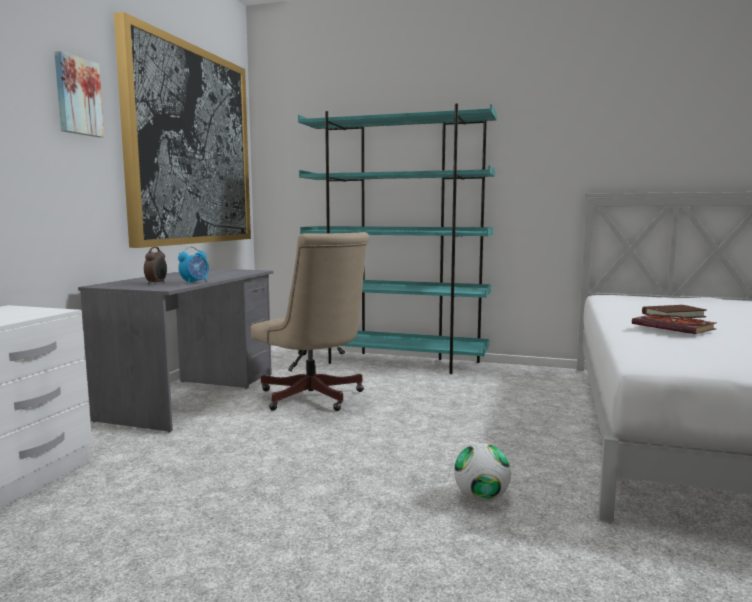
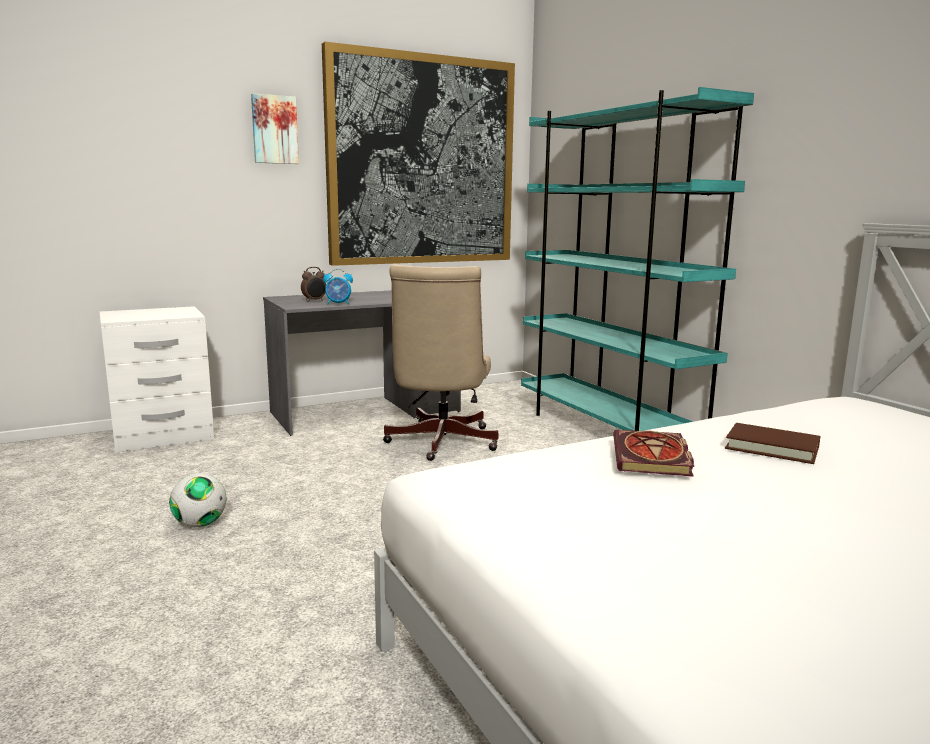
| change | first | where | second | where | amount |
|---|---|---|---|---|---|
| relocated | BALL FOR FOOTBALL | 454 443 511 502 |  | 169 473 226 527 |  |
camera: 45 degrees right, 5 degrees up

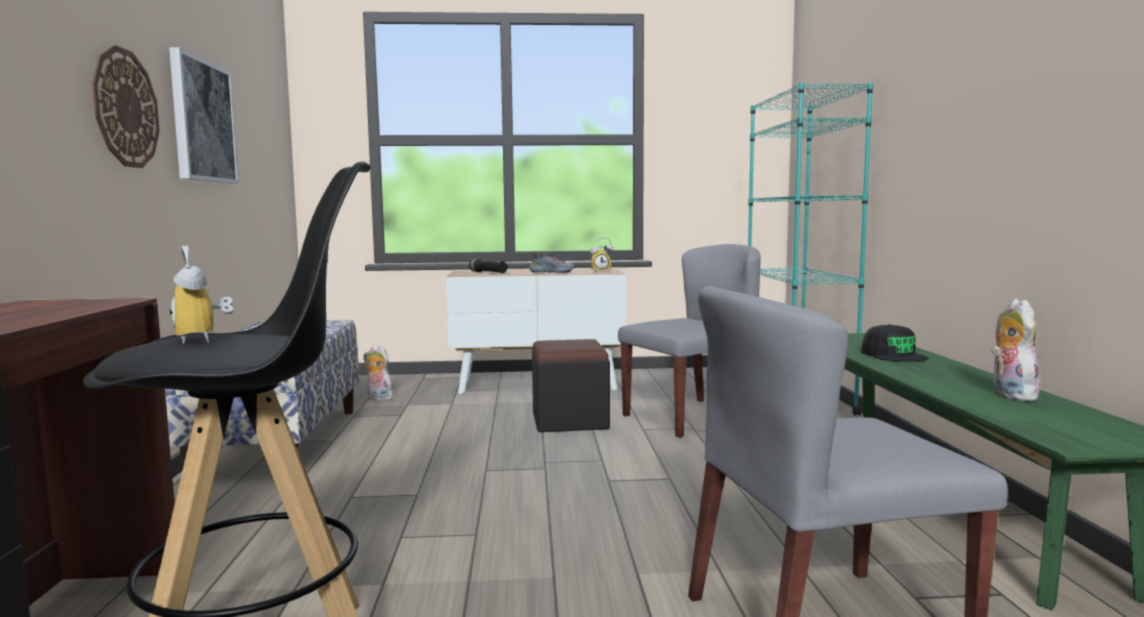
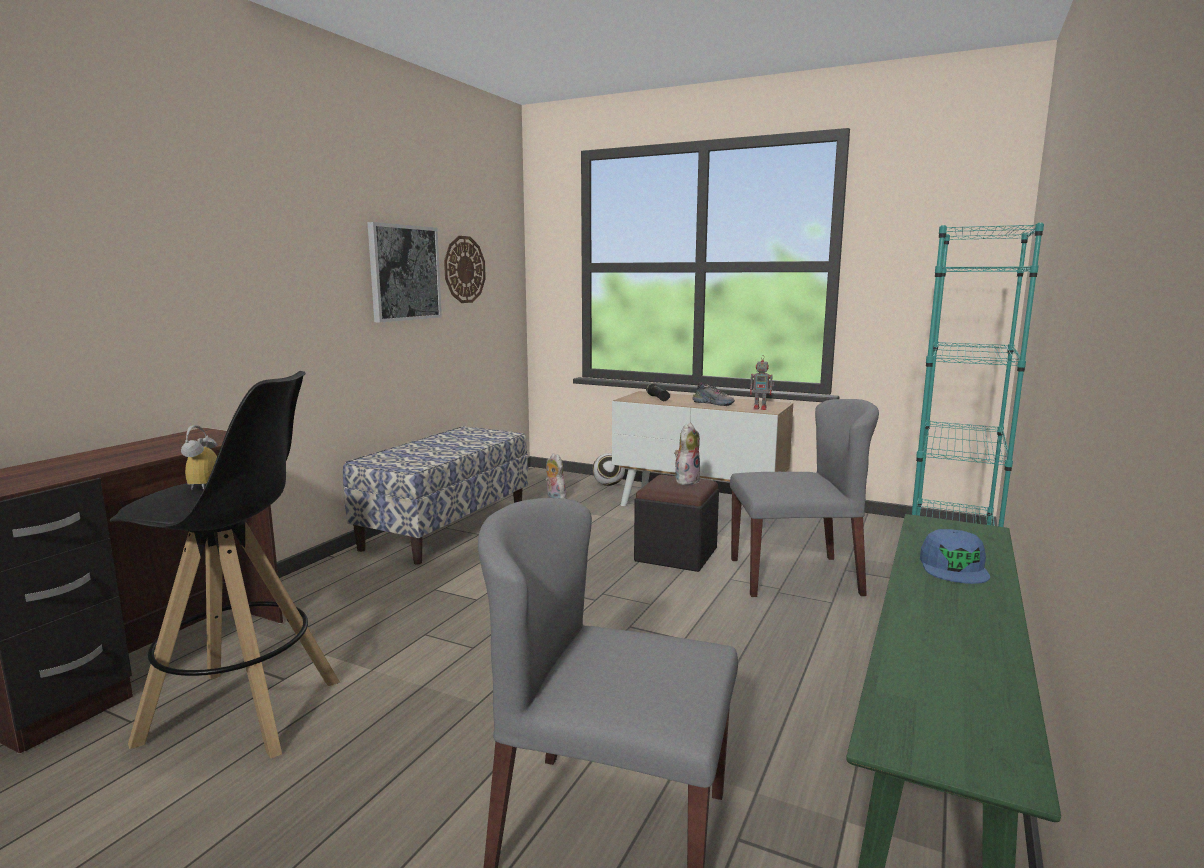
| change | first | where | second | where | amount |
|---|---|---|---|---|---|
| relocated | CLOCK ON THE WALL | 92 45 160 168 |  | 444 236 486 303 |  |
| appeared |  |  | BALL FOR FOOTBALL | 593 453 625 486 |  |
| relocated | SOFT TOY | 991 299 1042 401 |  | 674 423 700 485 |  |
| exchanged | BEDSIDE CLOCK | 590 237 613 272 | TOY ROBOT | 750 355 774 410 |  |
| colour | BLACK-COLOURED BASEBALL CAP | 861 324 929 362 | BLUE BASEBALL CAP | 920 529 990 584 |  |
camera: 30 degrees right, 5 degrees up

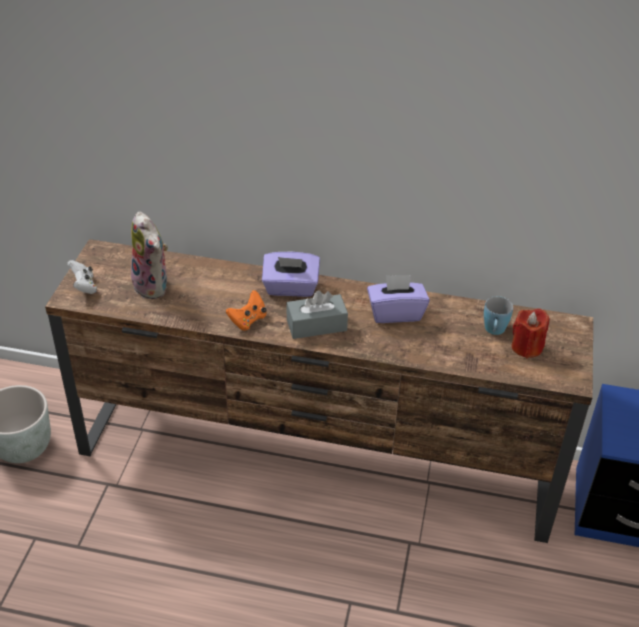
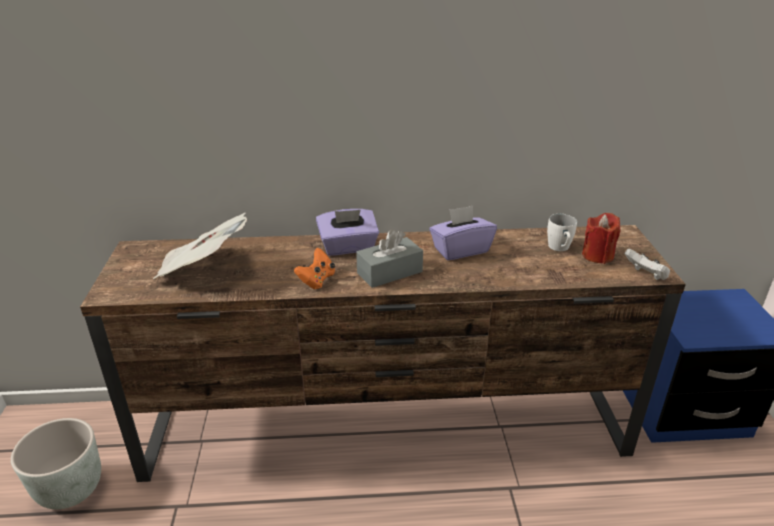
| change | first | where | second | where | amount |
|---|---|---|---|---|---|
| exchanged | SOFT TOY | 131 211 168 299 | DAILY PAPER | 153 213 247 279 |  |
| colour | BLUE TEA MUG | 484 296 513 335 | WHITISH TEA MUG | 547 214 577 251 |  |
| relocated | WHITISH GAME CONTROLLER | 67 260 97 294 |  | 625 249 670 280 |  |
camera: 15 degrees left, 10 degrees down

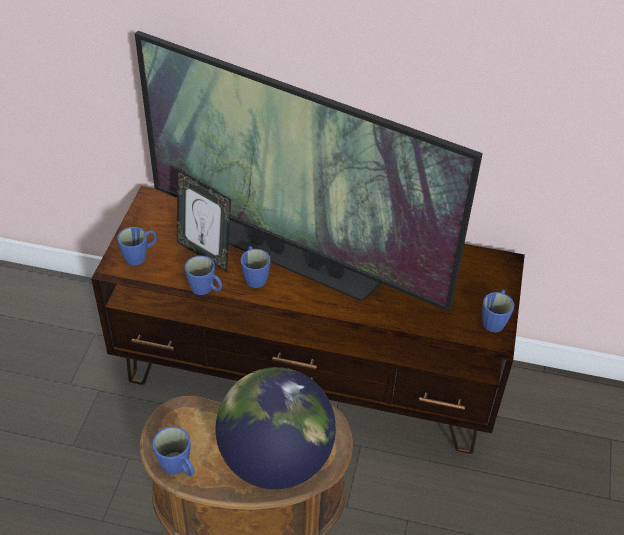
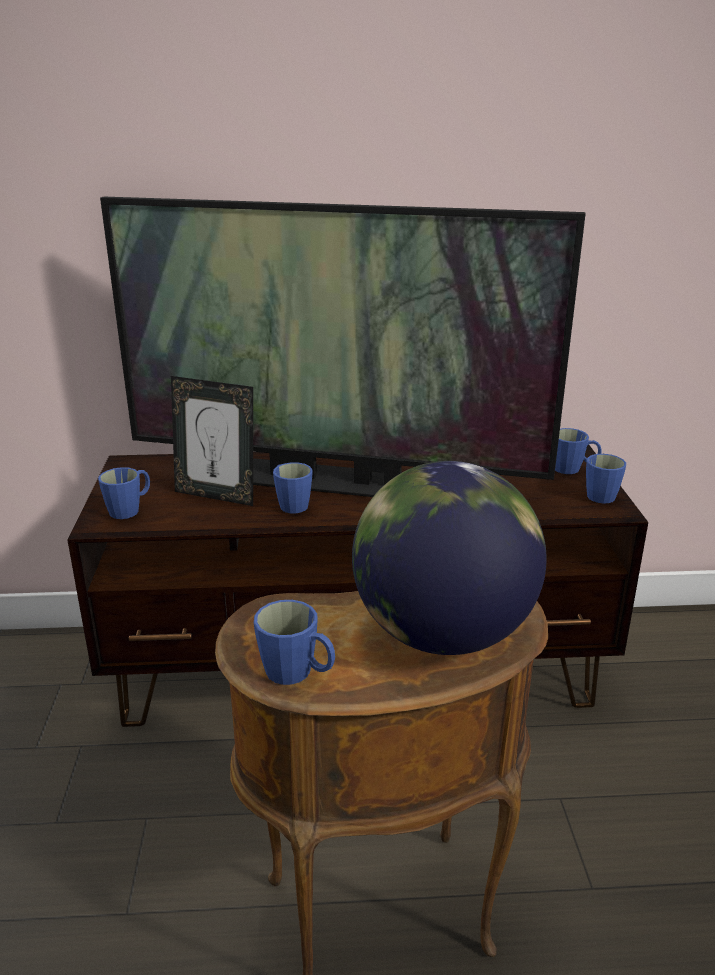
| change | first | where | second | where | amount |
|---|---|---|---|---|---|
| relocated | BLUE TEA MUG | 184 256 222 295 |  | 555 428 602 474 |  |
camera: 15 degrees left, 20 degrees down

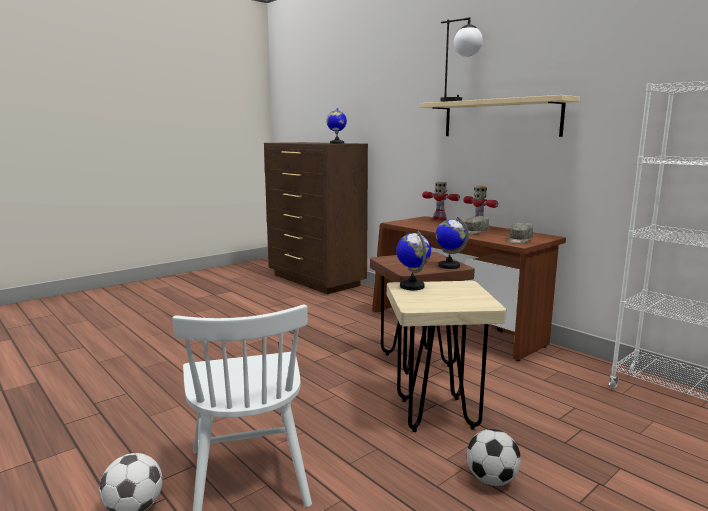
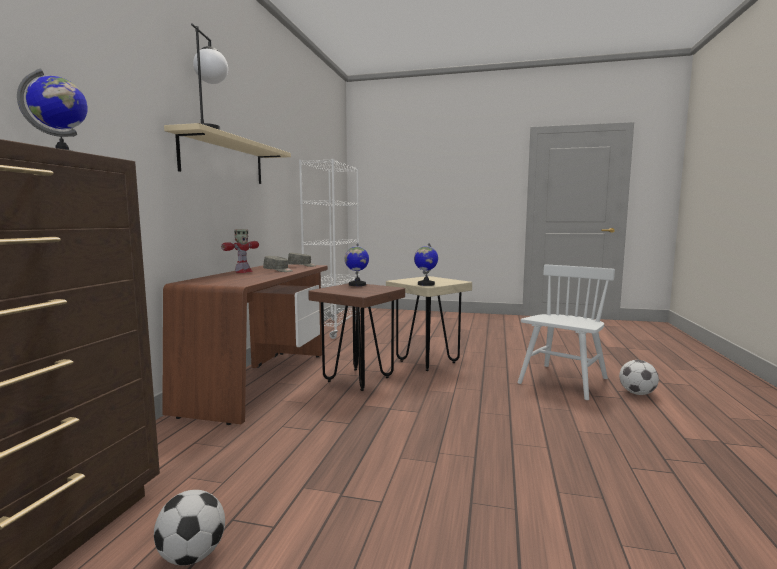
| change | first | where | second | where | amount |
|---|---|---|---|---|---|
| relocated | BALL FOR FOOTBALL | 467 429 521 486 |  | 154 490 225 566 |  |
| missing | TOY ROBOT | 422 181 460 221 |  |  |  |
camera: 125 degrees left, 5 degrees down

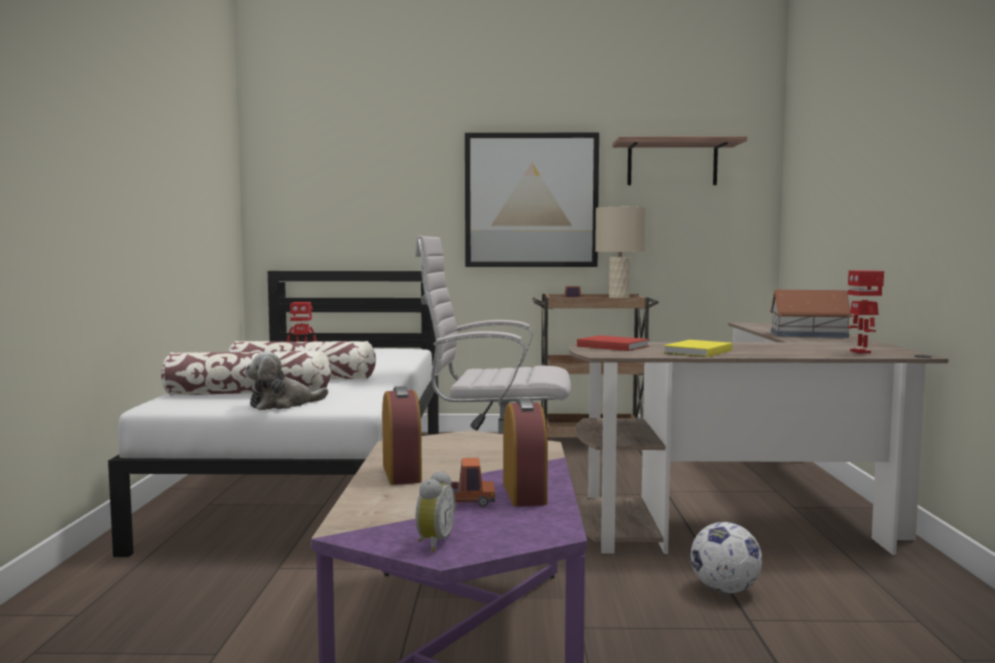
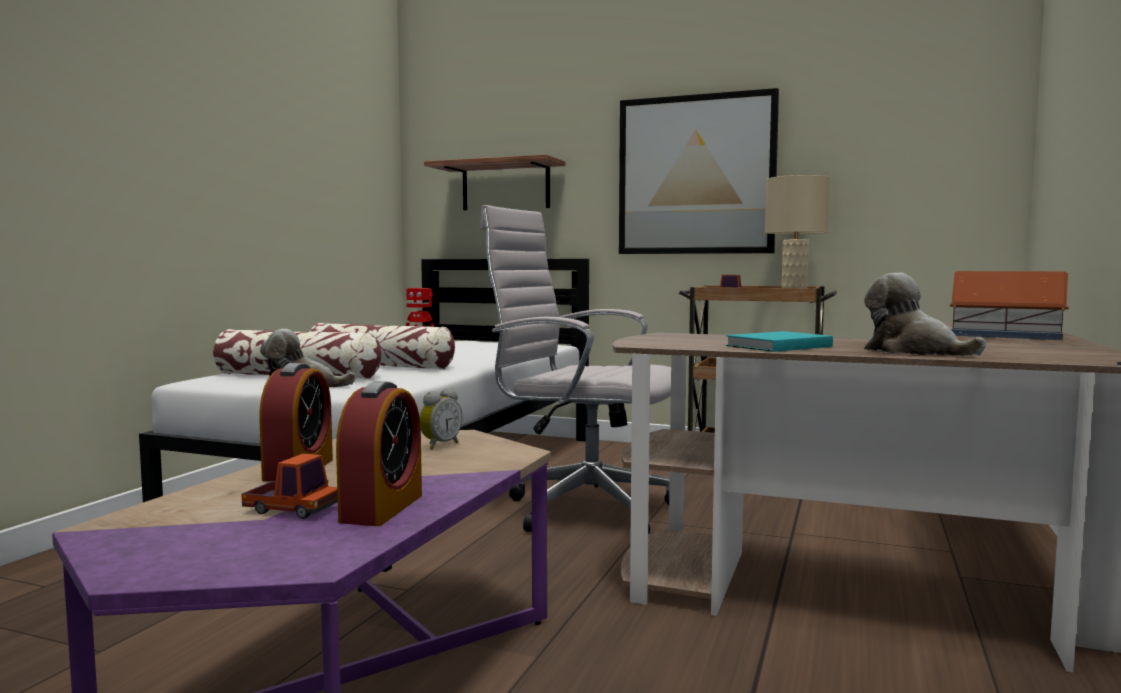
| change | first | where | second | where | amount |
|---|---|---|---|---|---|
| relocated | BEDSIDE CLOCK | 416 471 456 552 |  | 419 388 463 450 |  |
| relocated | WALL SHELF | 613 136 747 185 |  | 424 155 566 210 |  |
| colour | YELLOW BOOK | 663 340 732 357 | BLUE-GREEN BOOK | 726 331 833 352 |  |
| appeared |  |  | SOFT TOY | 864 273 986 356 |  |
| missing | RED BOOK | 577 335 650 351 |  |  |  |
| missing | BALL FOR FOOTBALL | 691 522 762 593 |  |  |  |
| missing | TOY ROBOT | 847 271 884 353 |  |  |  |
camera: 20 degrees right, 0 degrees up

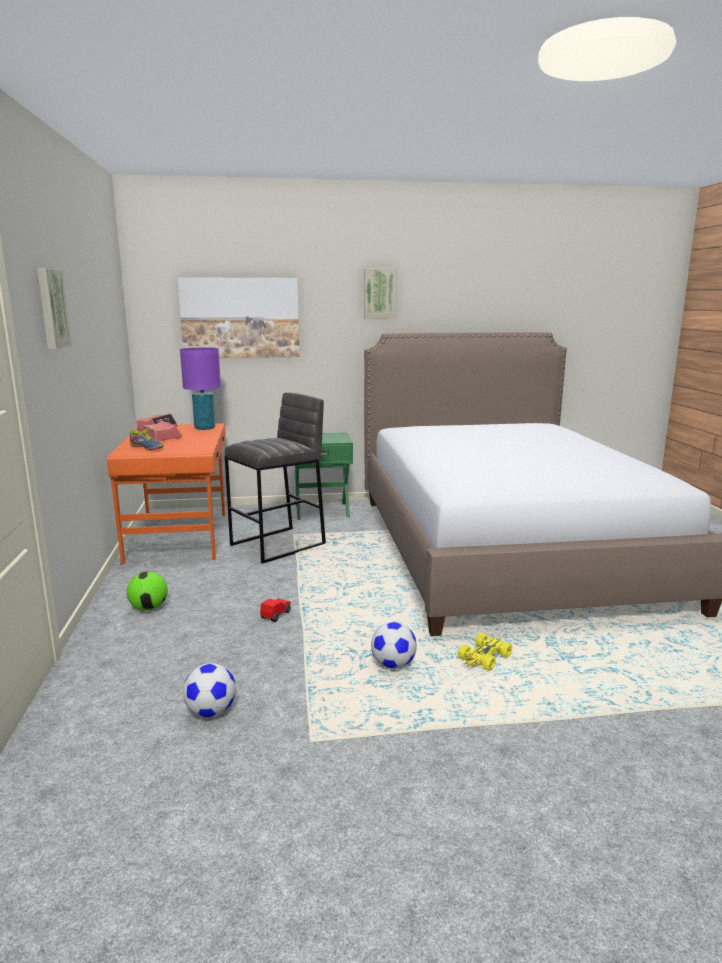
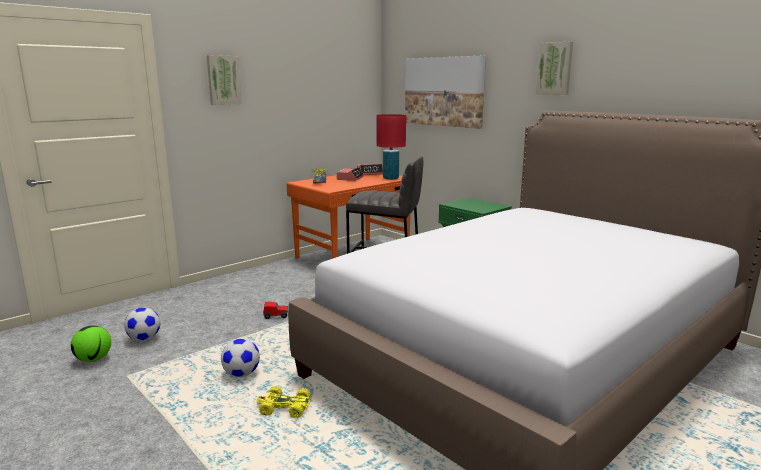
| change | first | where | second | where | amount |
|---|---|---|---|---|---|
| relocated | BALL FOR FOOTBALL | 127 571 168 611 |  | 71 325 111 362 |  |
| colour | PURPLE TABLE LAMP | 180 347 221 430 | RED TABLE LAMP | 376 114 406 180 |  |
camera: 55 degrees right, 0 degrees up

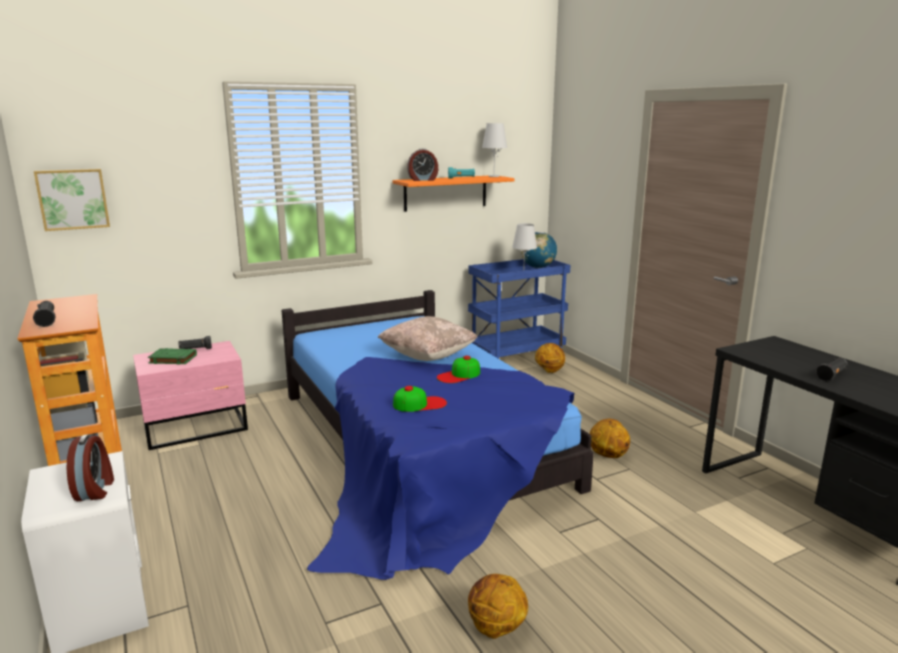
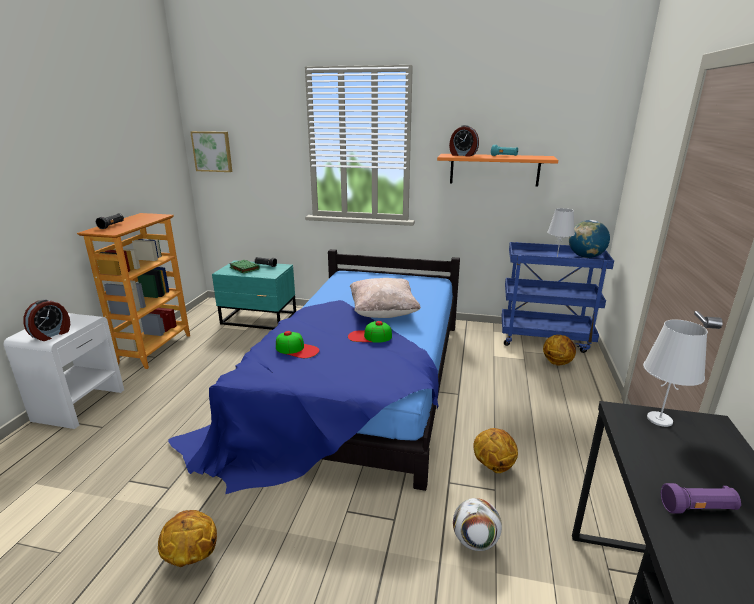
| change | first | where | second | where | amount |
|---|---|---|---|---|---|
| colour | PINKISH BEDSIDE TABLE | 133 341 248 450 | BLUE-GREEN BEDSIDE TABLE | 212 260 296 330 |  |
| appeared |  |  | BALL FOR FOOTBALL | 453 498 502 551 |  |
| relocated | WHITISH TABLE LAMP | 482 123 508 177 |  | 643 320 708 427 |  |
| colour | BLACK-COLOURED FLASHLIGHT | 816 358 848 381 | PURPLE FLASHLIGHT | 661 483 741 514 |  |
camera: 40 degrees right, 5 degrees up

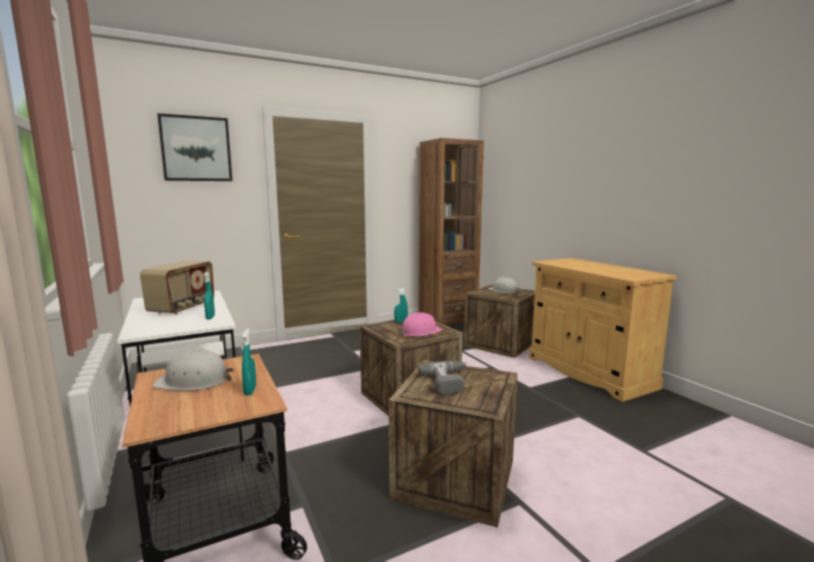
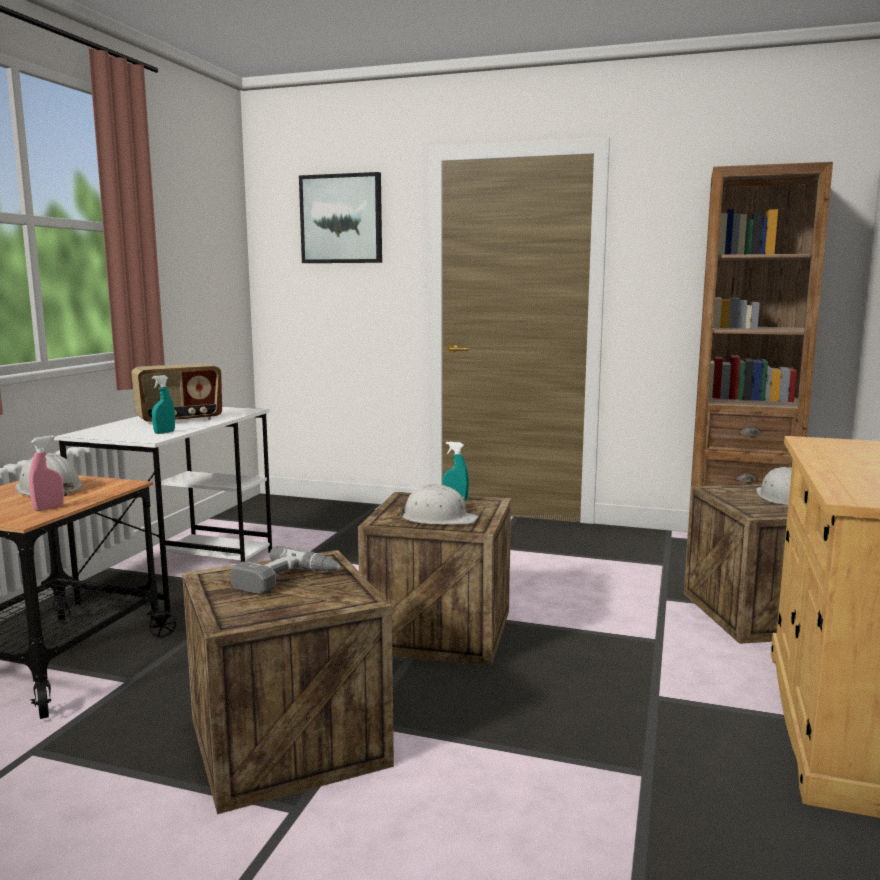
| change | first | where | second | where | amount |
|---|---|---|---|---|---|
| colour | BLUE-GREEN SPRAY BOTTLE | 242 328 256 395 | PINKISH SPRAY BOTTLE | 29 435 64 511 |  |
| colour | PINKISH WORK HELMET | 400 312 443 336 | WHITISH WORK HELMET | 398 484 478 524 |  |
camera: 45 degrees right, 0 degrees up

